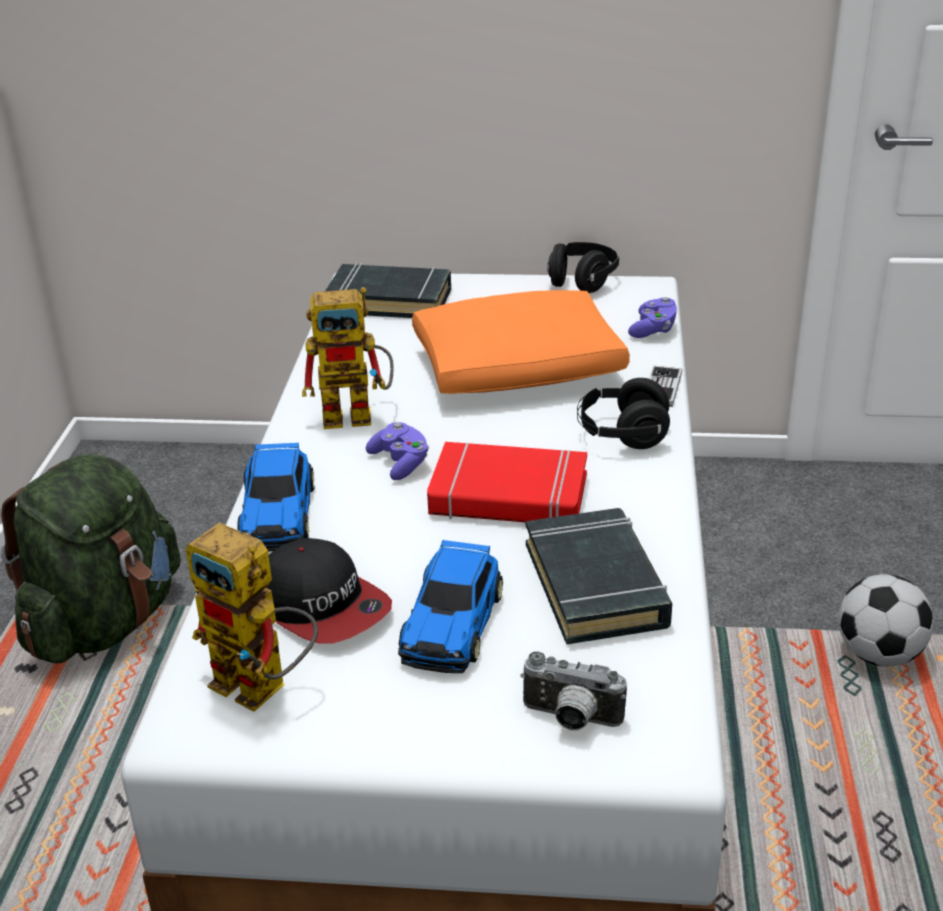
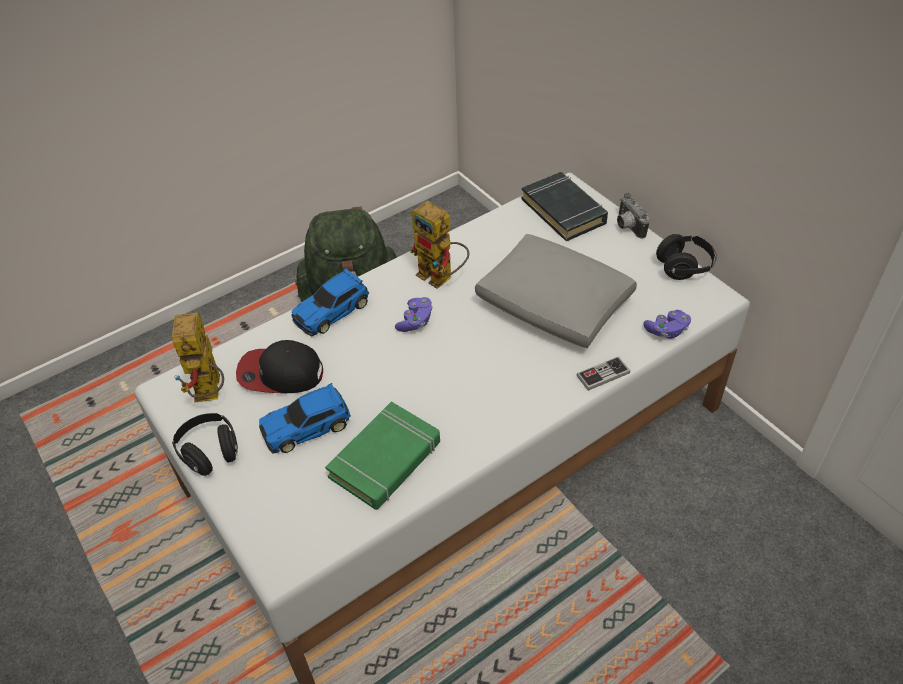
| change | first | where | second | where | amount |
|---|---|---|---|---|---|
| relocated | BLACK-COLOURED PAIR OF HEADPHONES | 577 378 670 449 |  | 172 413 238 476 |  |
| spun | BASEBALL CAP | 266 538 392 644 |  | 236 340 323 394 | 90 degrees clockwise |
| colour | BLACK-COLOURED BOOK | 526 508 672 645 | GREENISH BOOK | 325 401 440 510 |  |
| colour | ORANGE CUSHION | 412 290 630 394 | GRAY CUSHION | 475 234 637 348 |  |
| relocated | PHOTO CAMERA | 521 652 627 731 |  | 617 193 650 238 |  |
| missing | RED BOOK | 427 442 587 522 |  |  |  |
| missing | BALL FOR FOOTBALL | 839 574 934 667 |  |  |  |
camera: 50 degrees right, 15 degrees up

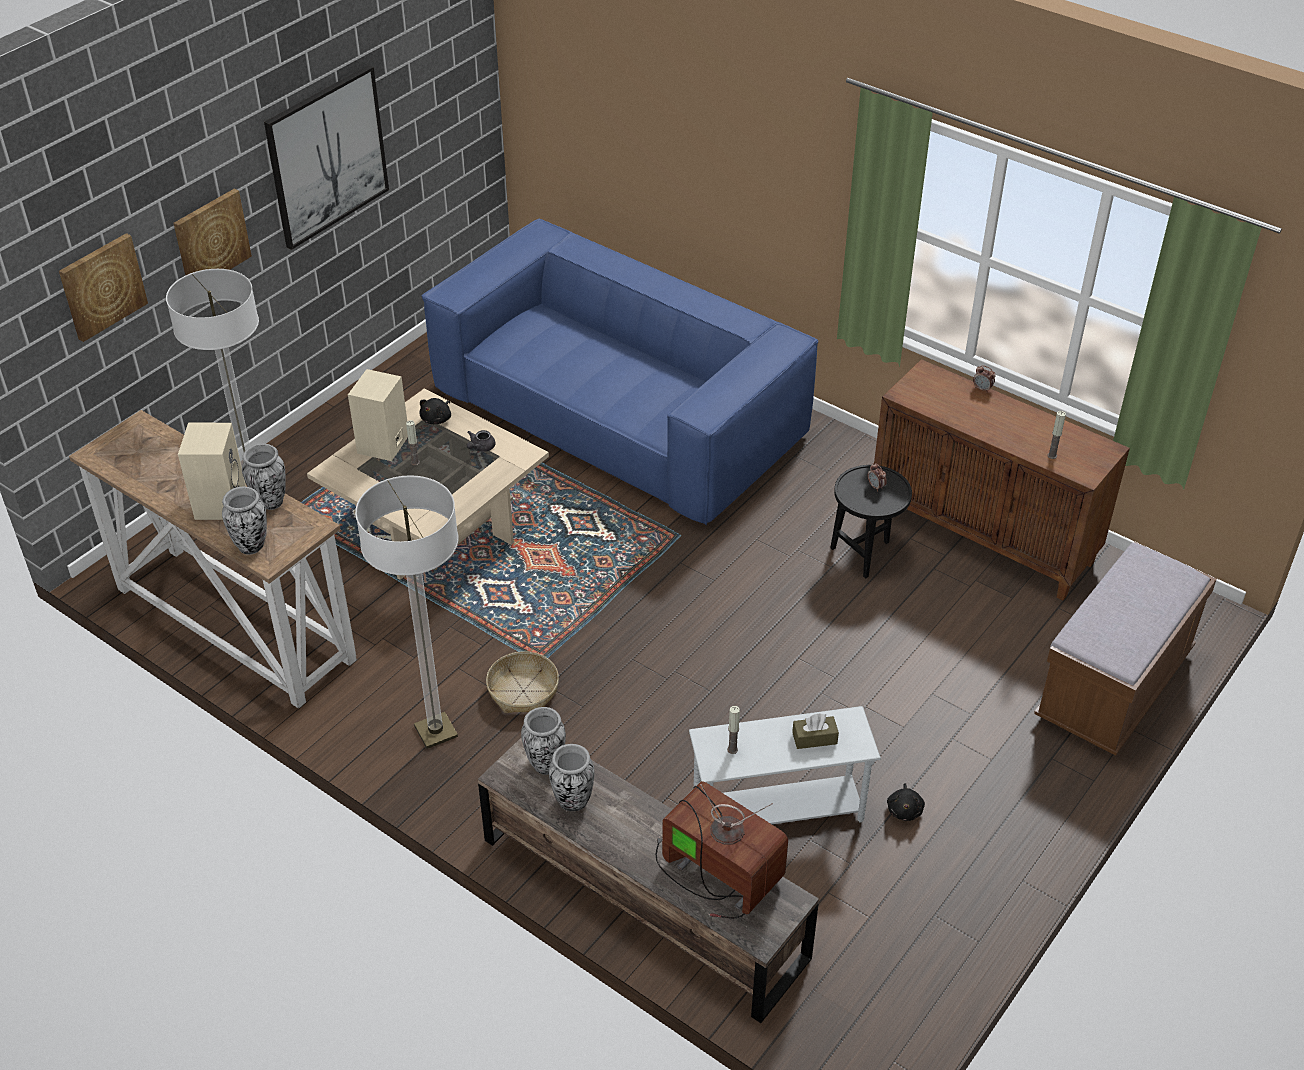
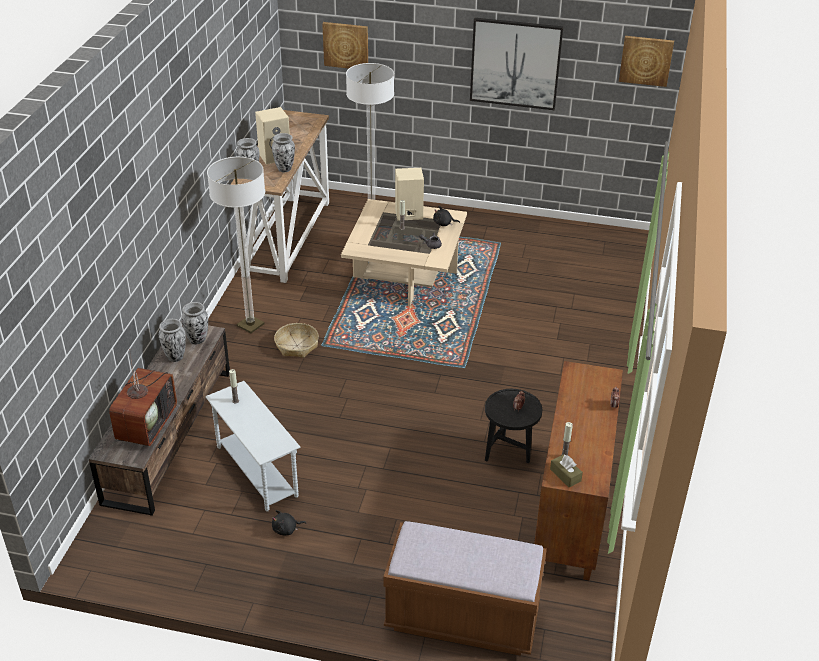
| change | first | where | second | where | amount |
|---|---|---|---|---|---|
| relocated | BROWNISH TISSUE HOLDER | 792 713 839 749 |  | 550 454 583 487 |  |
| relocated | WALL ART | 173 189 252 276 |  | 619 36 674 87 |  |
| missing | BLUE SOFA | 421 219 818 525 |  |  |  |
camera: 65 degrees right, 5 degrees down

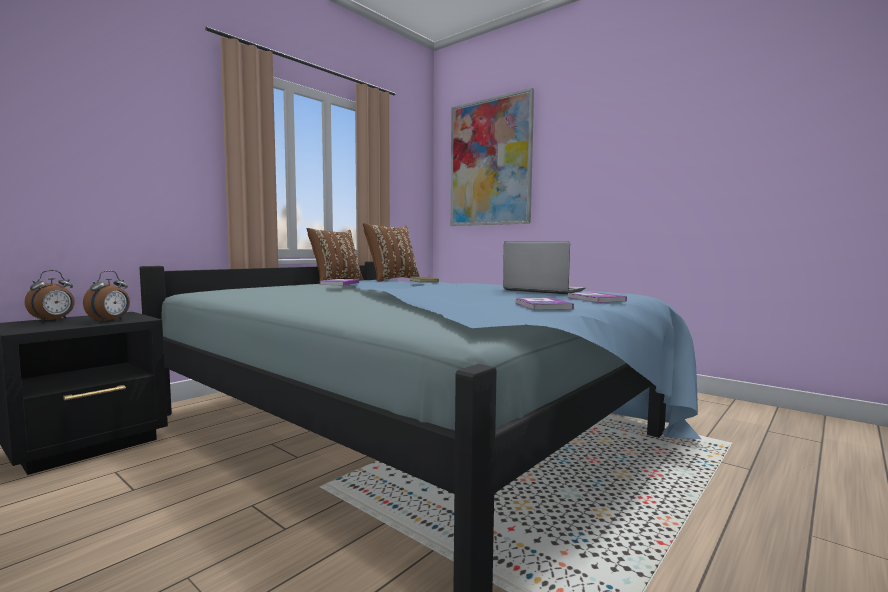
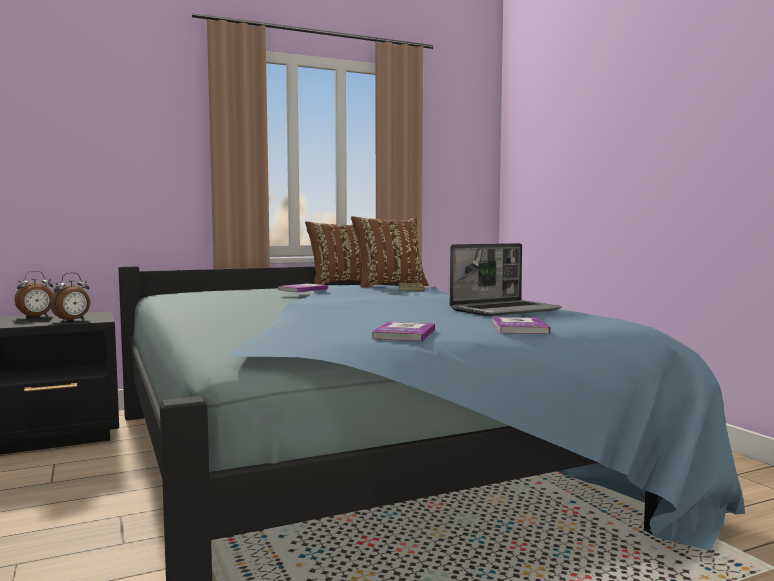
| change | first | where | second | where | amount |
|---|---|---|---|---|---|
| spun | LAPTOP | 503 241 586 294 |  | 450 243 562 316 | 90 degrees clockwise |
| missing | WALL ART | 450 88 534 226 |  |  |  |
camera: 25 degrees right, 0 degrees up

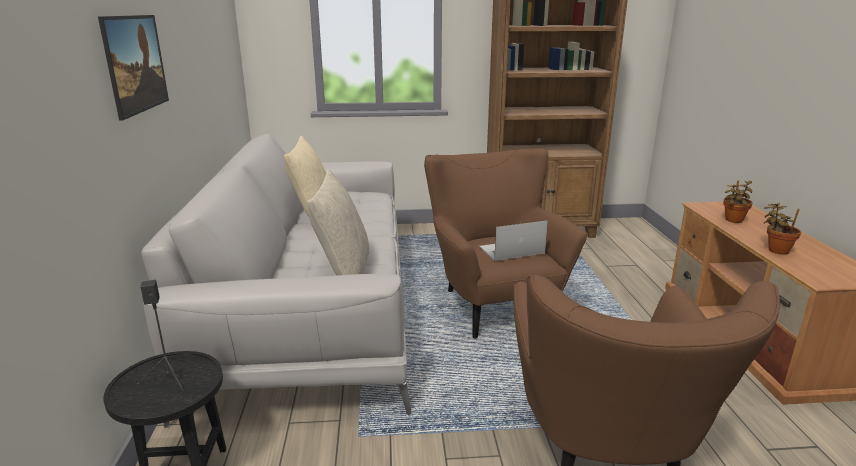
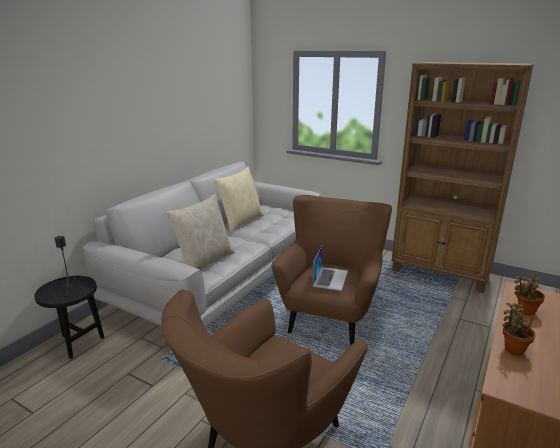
| change | first | where | second | where | amount |
|---|---|---|---|---|---|
| spun | LAPTOP | 479 220 548 261 |  | 312 245 348 291 | 90 degrees clockwise |
| missing | WALL ART | 98 15 169 121 |  |  |  |
camera: 35 degrees right, 0 degrees up

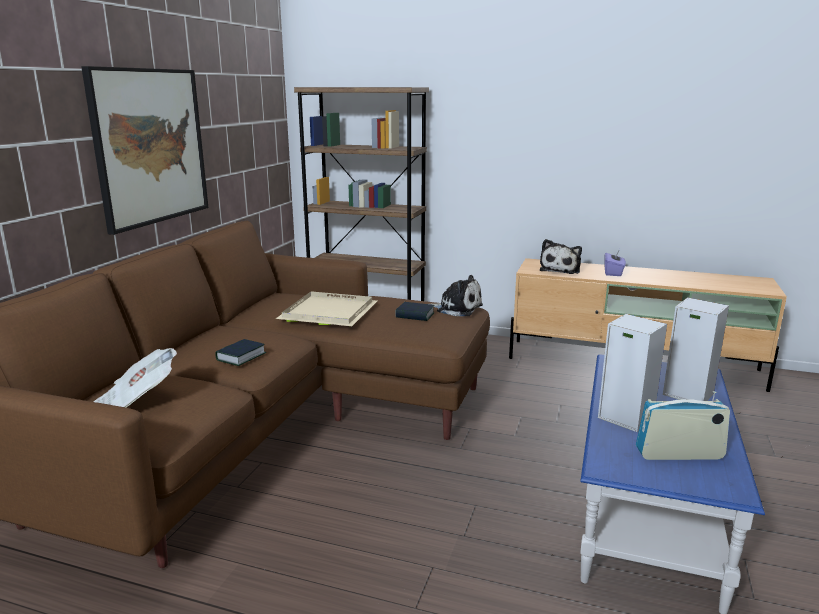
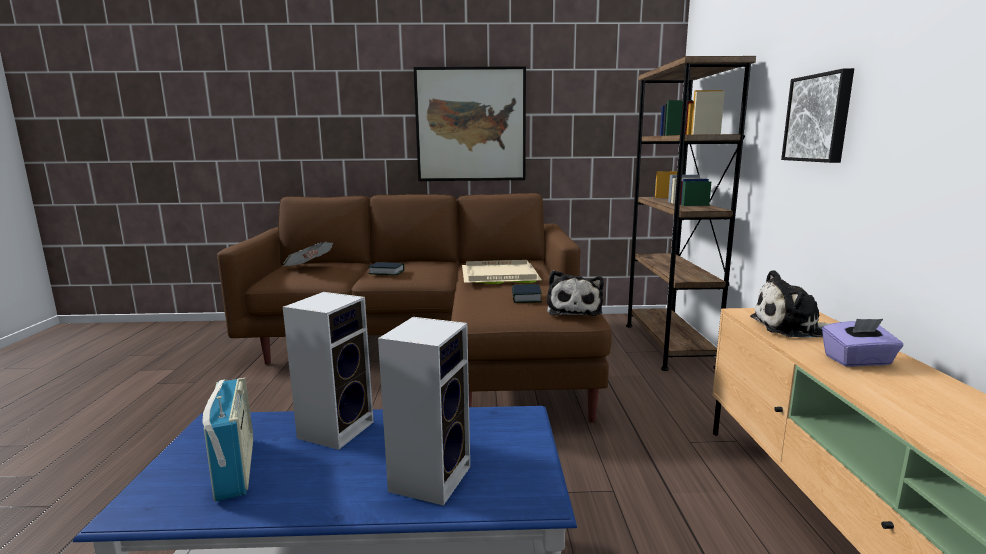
| change | first | where | second | where | amount |
|---|---|---|---|---|---|
| appeared |  |  | WALL ART | 781 68 854 163 |  |
camera: 70 degrees right, 5 degrees down

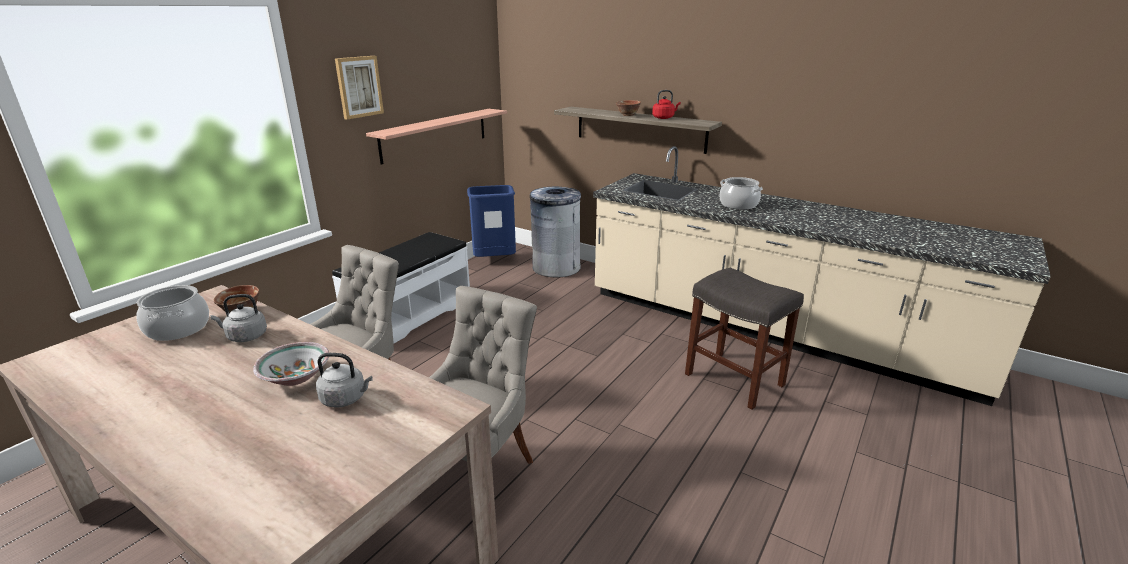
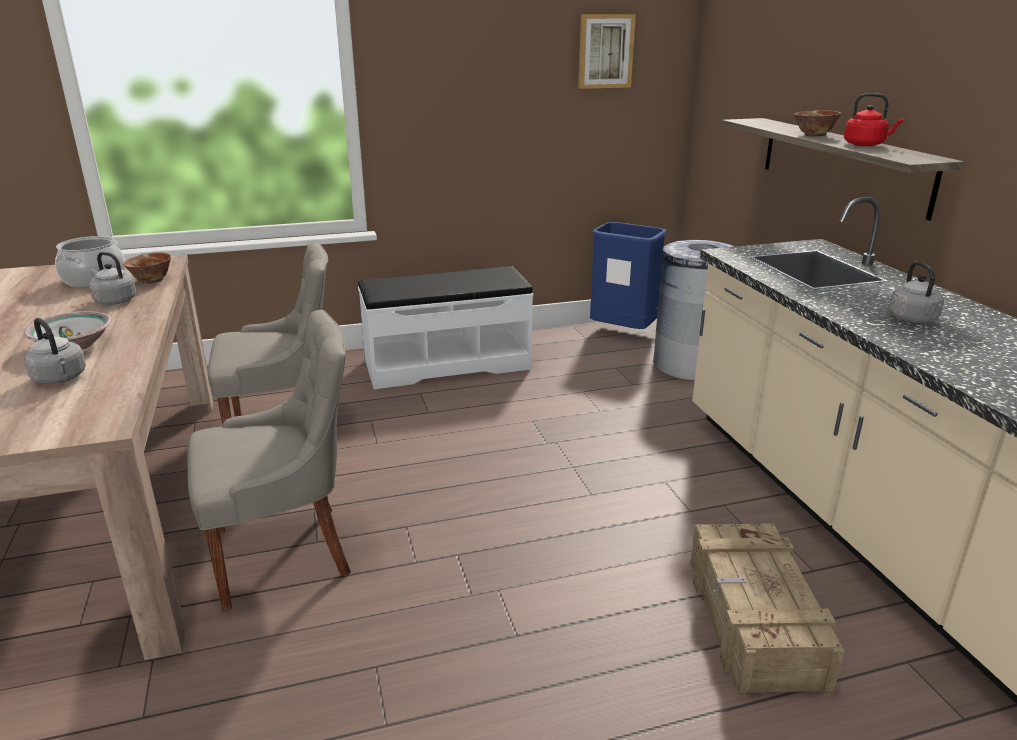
| change | first | where | second | where | amount |
|---|---|---|---|---|---|
| relocated | WALL ART | 335 56 384 120 |  | 578 14 636 89 |  |
| exchanged | GRAY SITTING STOOL | 685 268 804 410 | PACKING CRATE | 690 523 844 697 |  |
| exchanged | COOKING POT | 720 177 763 210 | GRAY KETTLE | 889 261 944 323 |  |
| missing | WALL SHELF | 366 109 507 165 |  |  |  |
camera: 40 degrees right, 0 degrees up

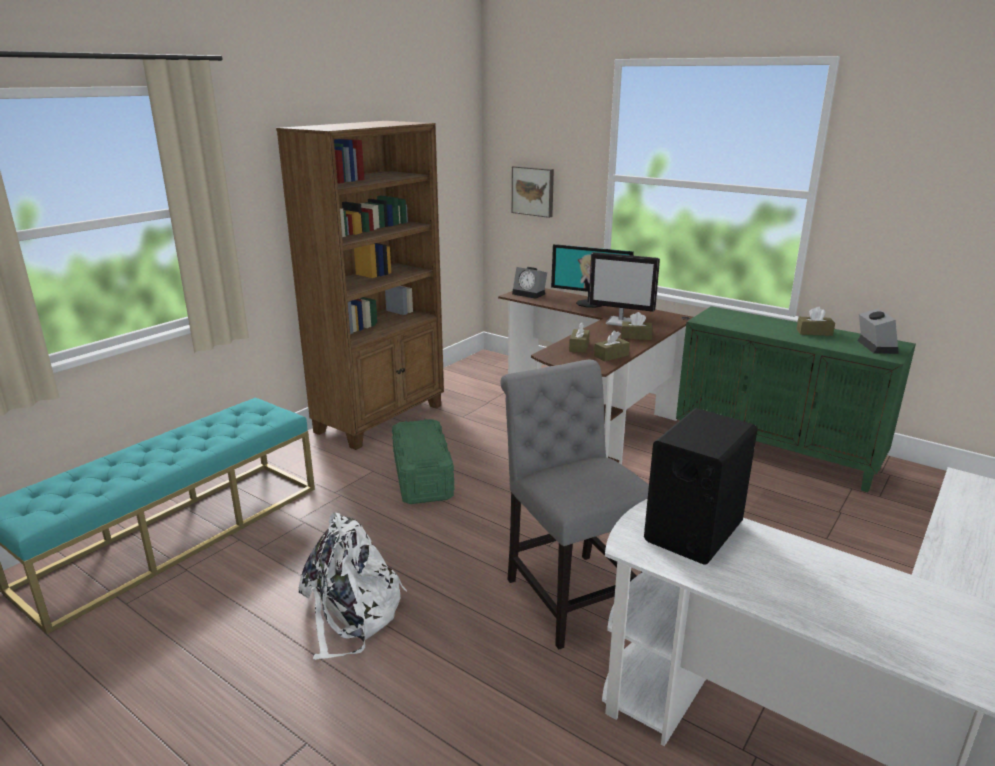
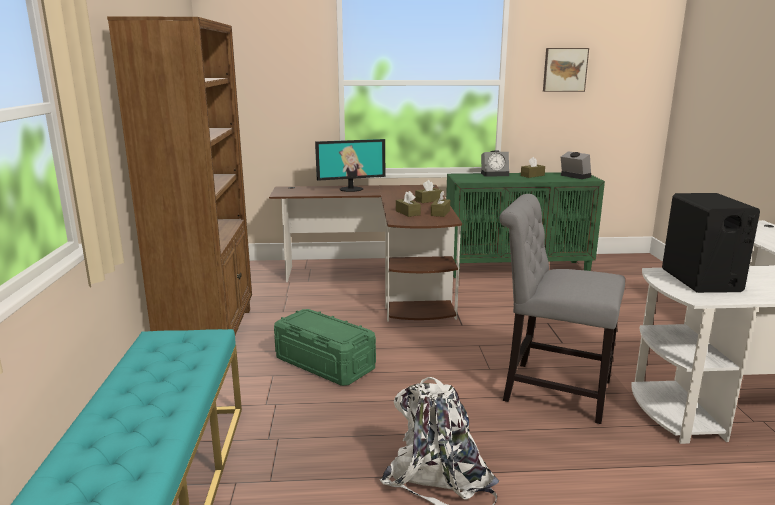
| change | first | where | second | where | amount |
|---|---|---|---|---|---|
| relocated | BEDSIDE CLOCK | 512 267 547 299 |  | 481 150 509 177 |  |
| relocated | WALL ART | 512 166 554 218 |  | 543 48 589 92 |  |
| missing | COMPUTER SCREEN | 589 252 660 326 |  |  |  |
camera: 40 degrees left, 5 degrees down

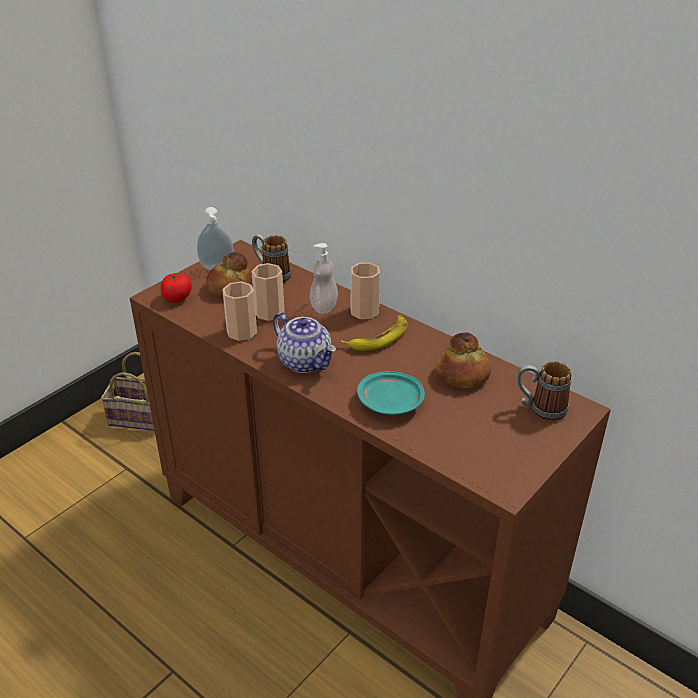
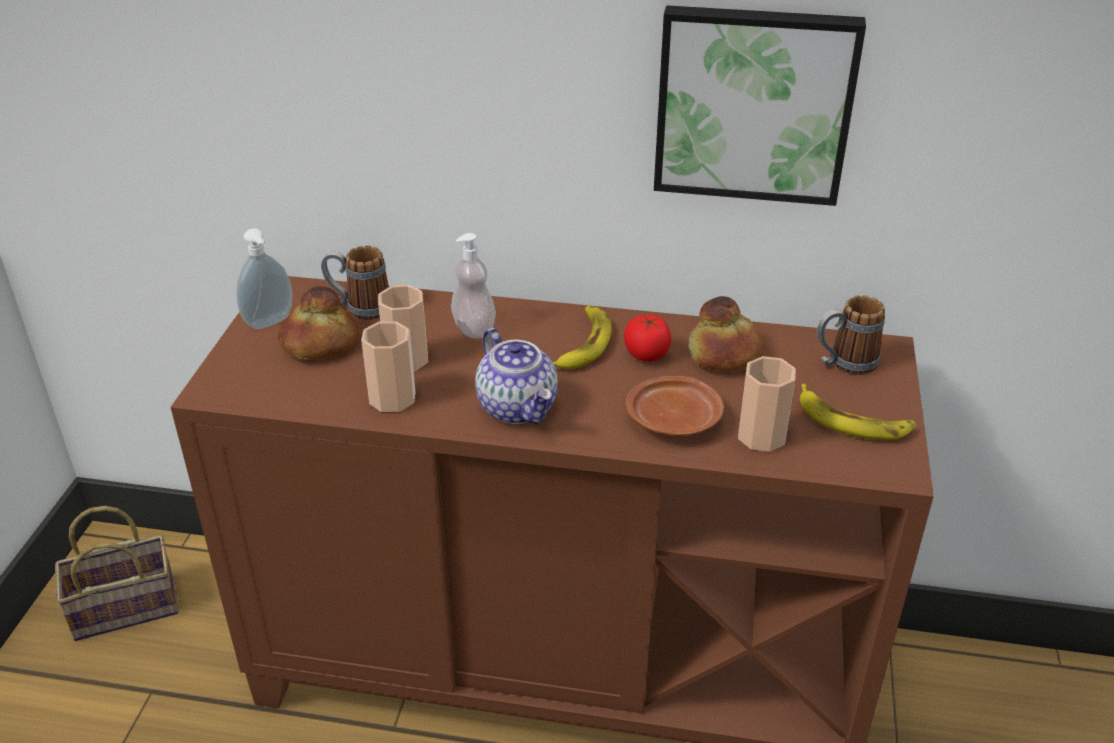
| change | first | where | second | where | amount |
|---|---|---|---|---|---|
| spun | TEA POT | 273 312 336 373 |  | 475 328 558 424 | 45 degrees clockwise |
| relocated | TOMATO | 161 273 192 303 |  | 624 315 671 362 |  |
| colour | BLUE-GREEN DINNER PLATE | 357 371 425 415 | BROWNISH DINNER PLATE | 626 376 724 436 |  |
| appeared |  |  | WALL ART | 654 5 866 206 |  |
| relocated | SMALL CUP | 351 263 380 319 |  | 738 356 796 452 |  |
| appeared |  |  | WHOLE BANANA | 800 384 916 440 |  |
camera: 30 degrees left, 0 degrees up

